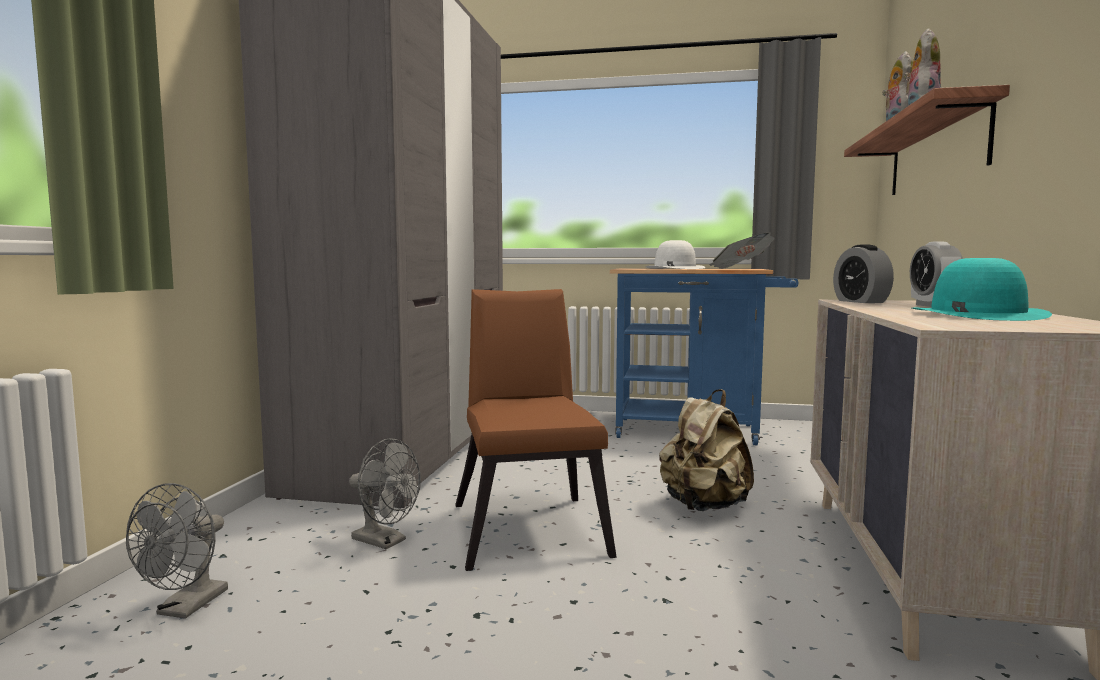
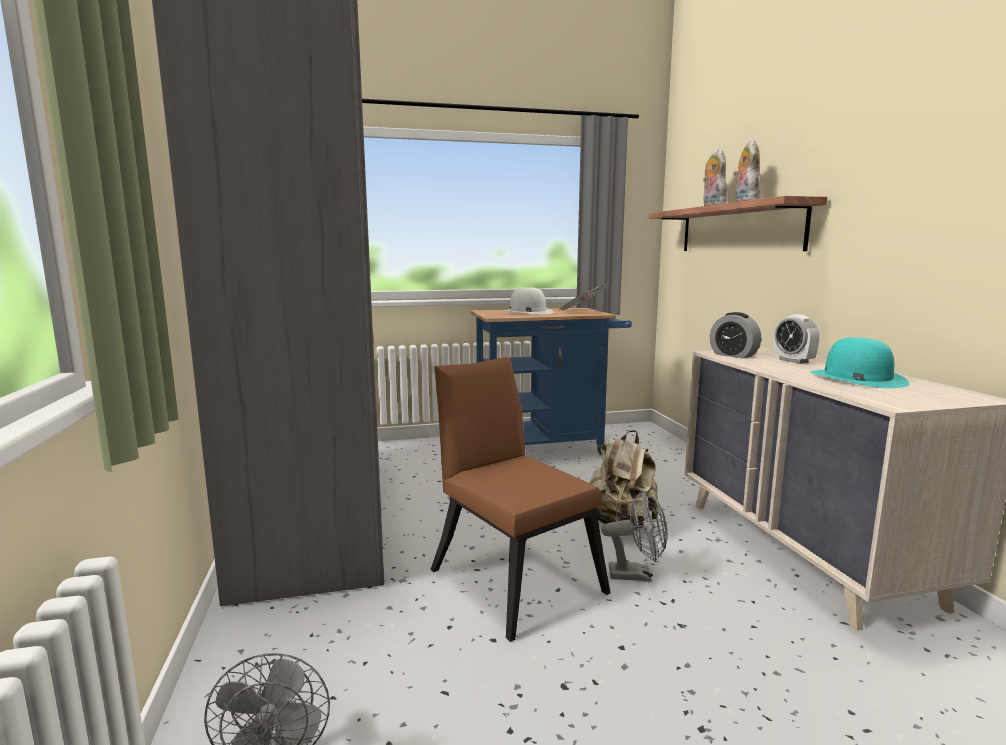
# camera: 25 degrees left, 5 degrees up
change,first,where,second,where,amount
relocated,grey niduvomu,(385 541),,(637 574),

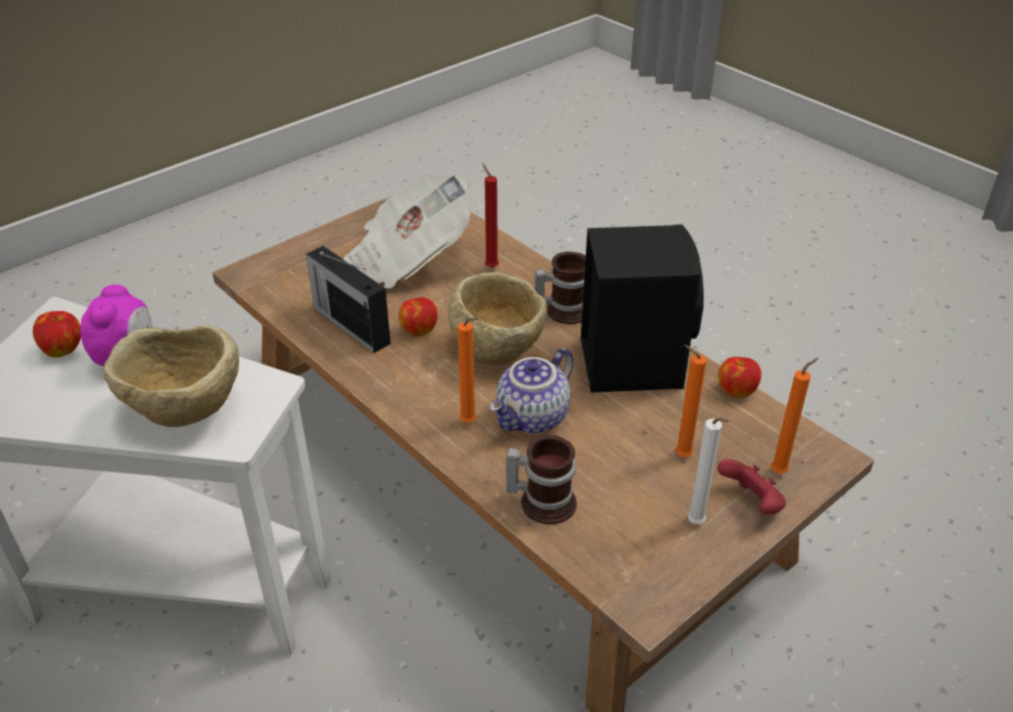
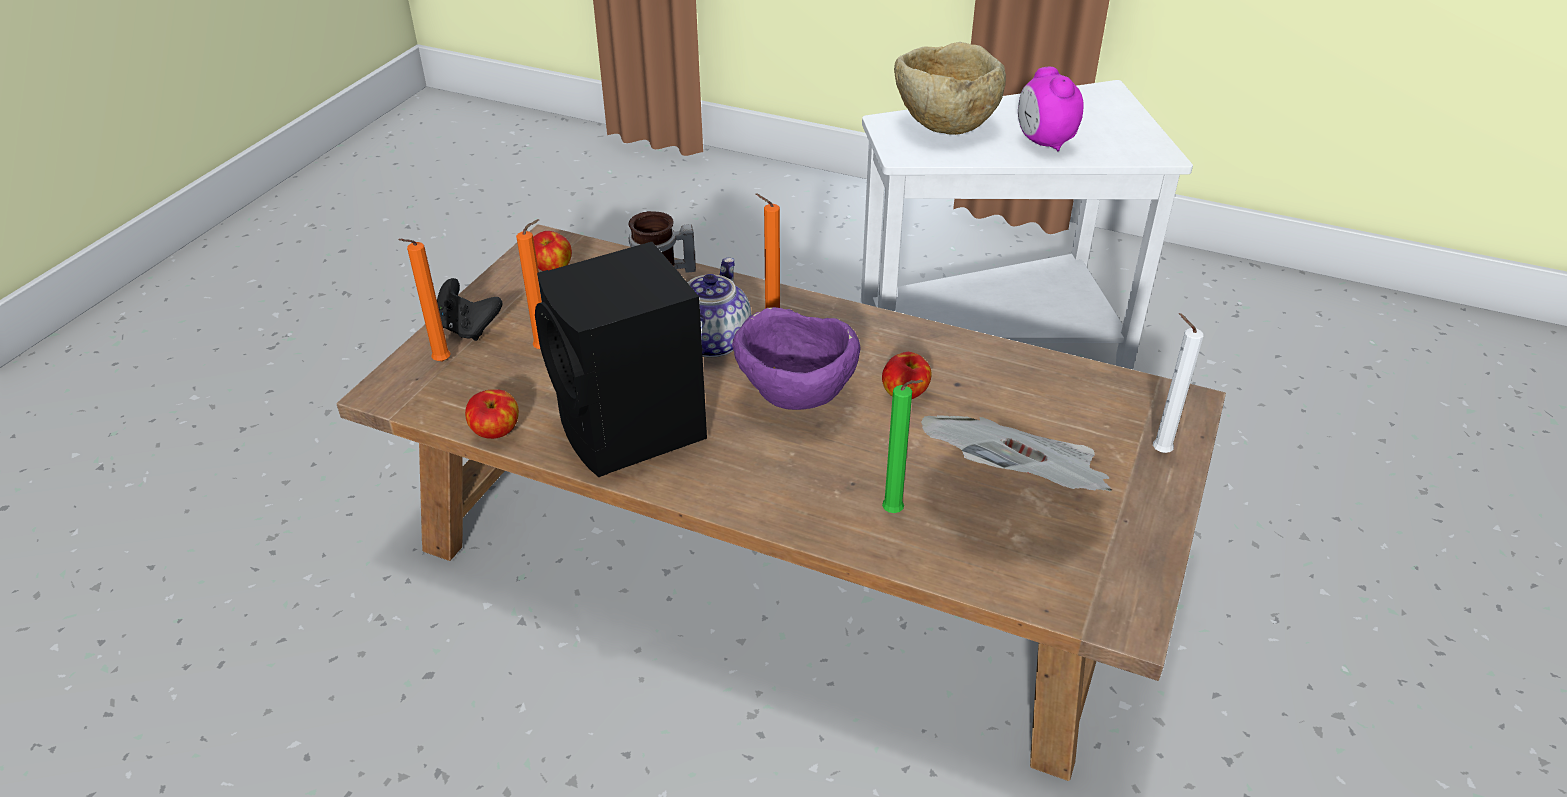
# camera: 155 degrees right, 0 degrees up
change,first,where,second,where,amount
relocated,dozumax,(64 350),,(552 269),
missing,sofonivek,(350 324),,,
colour,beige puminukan,(499 350),purple puminukan,(795 399),
colour,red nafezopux,(490 266),green nafezopux,(896 513),
missing,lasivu,(563 310),,,
relocated,white nafezopux,(698 524),,(1157 451),
colour,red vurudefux,(751 503),black vurudefux,(468 329),

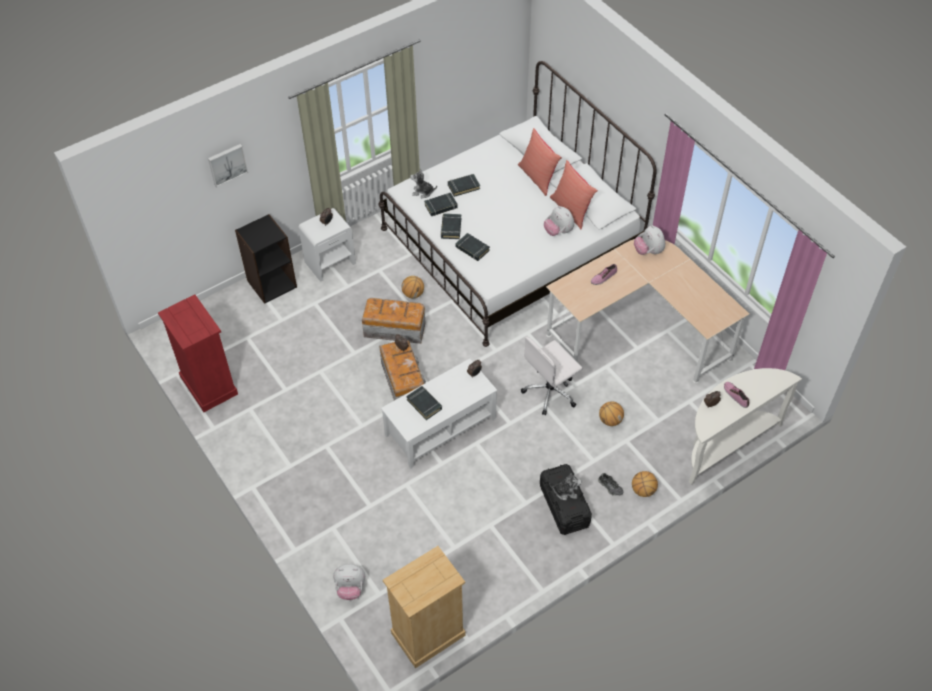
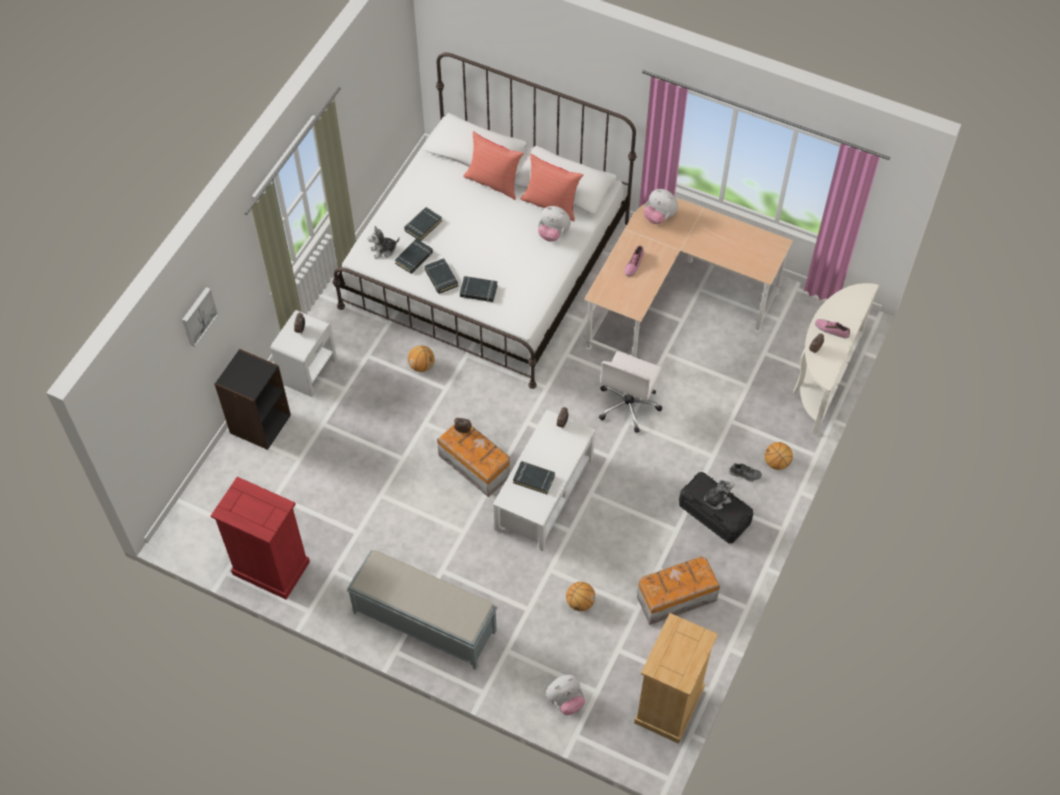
# camera: 30 degrees left, 5 degrees up
change,first,where,second,where,amount
relocated,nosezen,(394 329),,(674 597),
relocated,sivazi,(610 420),,(580 602),
appeared,,,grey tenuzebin,(423 621),

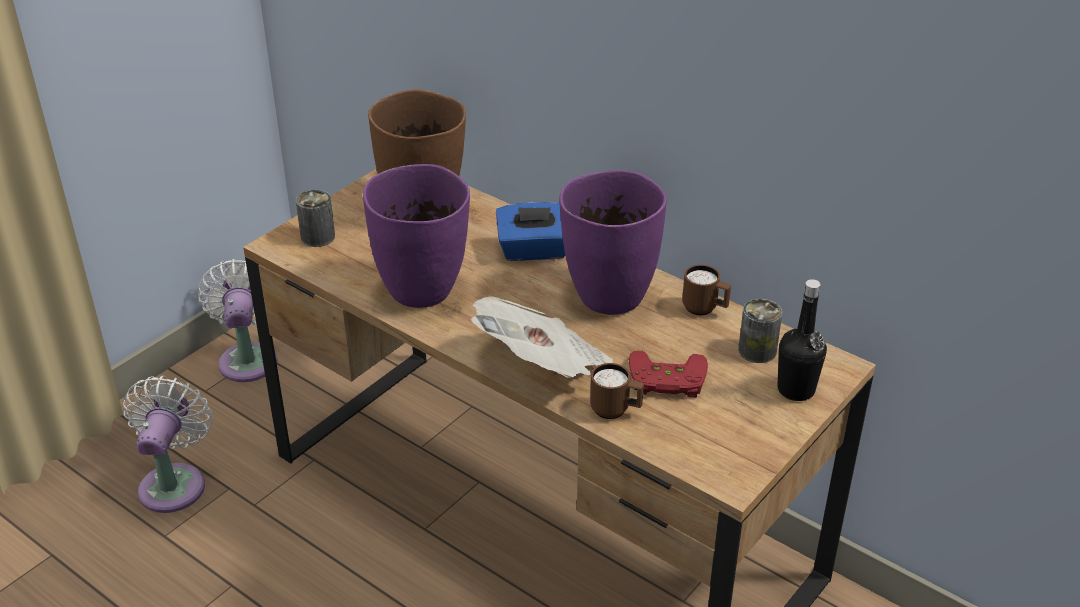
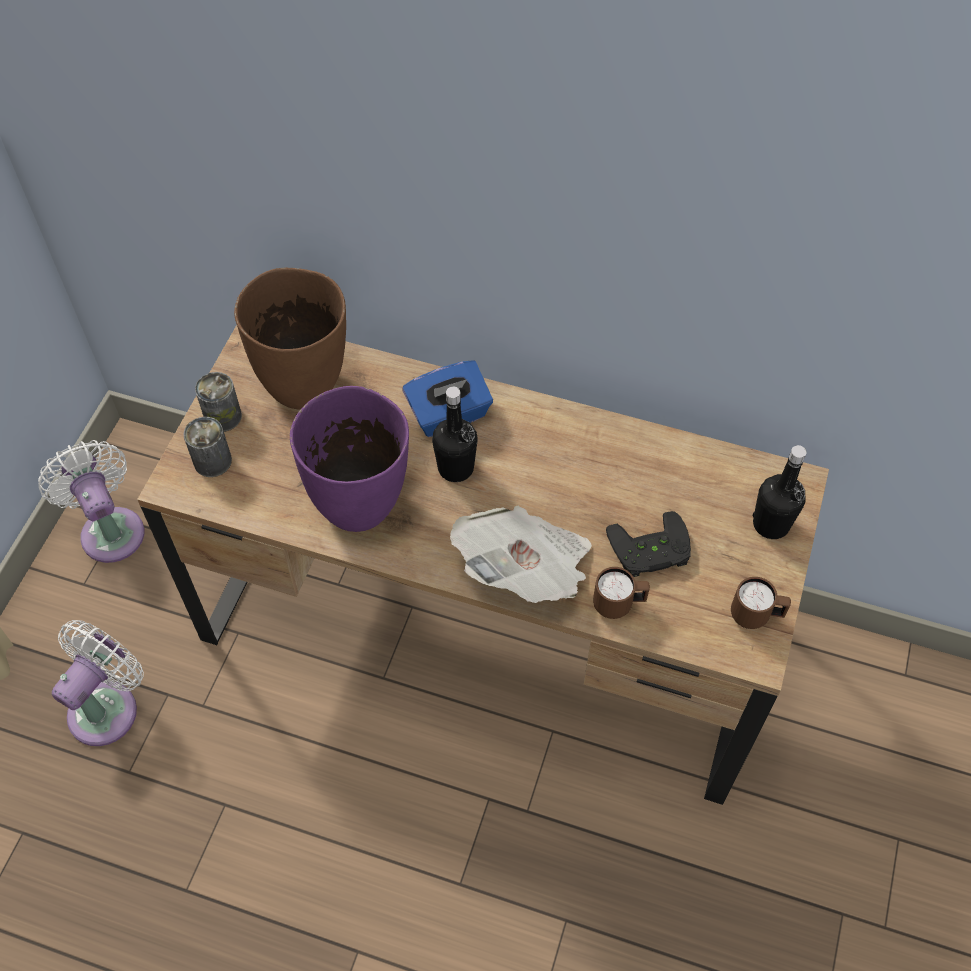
# camera: 20 degrees left, 20 degrees up
change,first,where,second,where,amount
spun,white niduvomu,(174 483),,(108 706),45 degrees clockwise
missing,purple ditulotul,(608 296),,,
colour,red vurudefux,(666 382),black vurudefux,(650 552),
relocated,brown lasivu,(704 309),,(755 616),
relocated,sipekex,(757 350),,(223 416),
appeared,,,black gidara,(455 468),

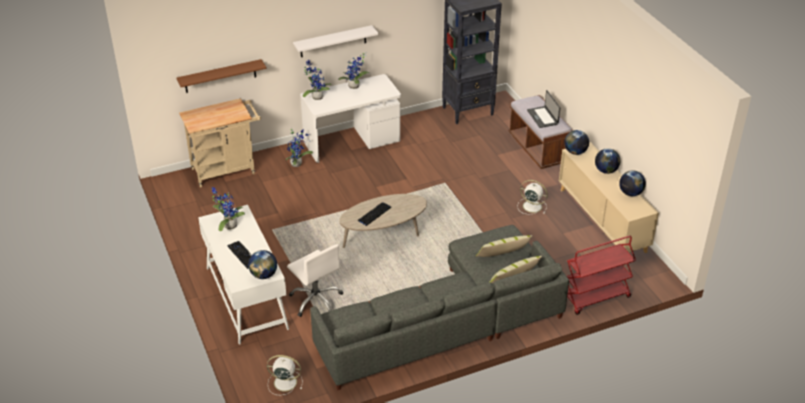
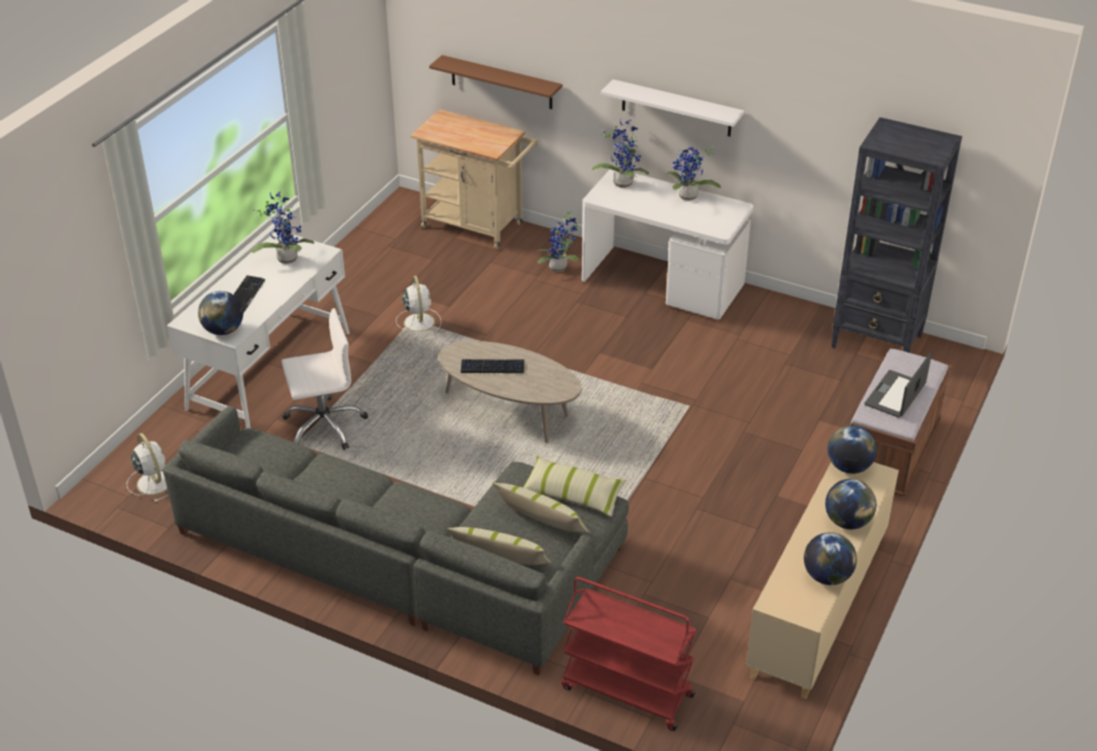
# camera: 50 degrees right, 0 degrees up
change,first,where,second,where,amount
spun,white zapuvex,(316 300),,(324 425),120 degrees counterclockwise
relocated,white niduvomu,(531 206),,(419 321),
appeared,,,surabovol,(573 494),

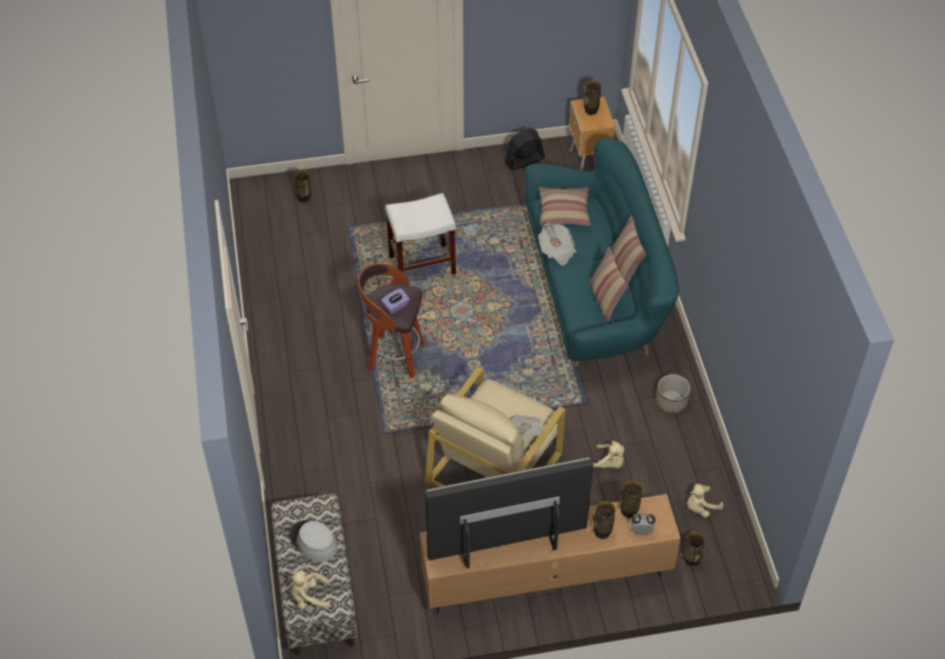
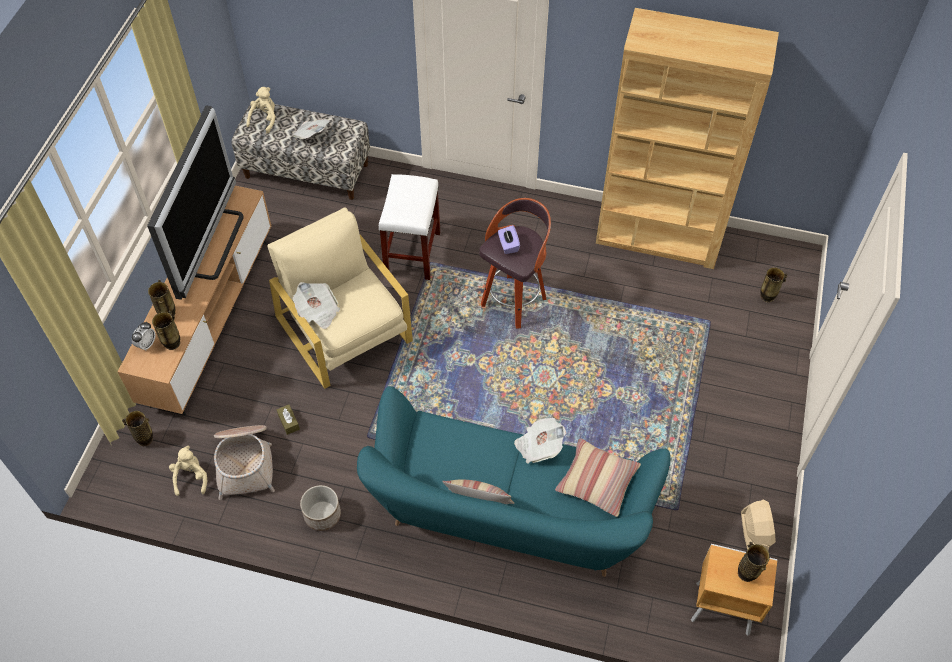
# camera: 115 degrees right, 5 degrees up
change,first,where,second,where,amount
exchanged,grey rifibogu,(313 541),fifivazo,(311 135),
relocated,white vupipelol,(422 264),,(412 254),
colour,black niduvomu,(524 160),beige niduvomu,(753 535),
missing,surabovol,(605 301),,,
exchanged,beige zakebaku,(608 463),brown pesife,(288 422),
appeared,,,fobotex,(245 462),
appeared,,,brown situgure,(658 237),

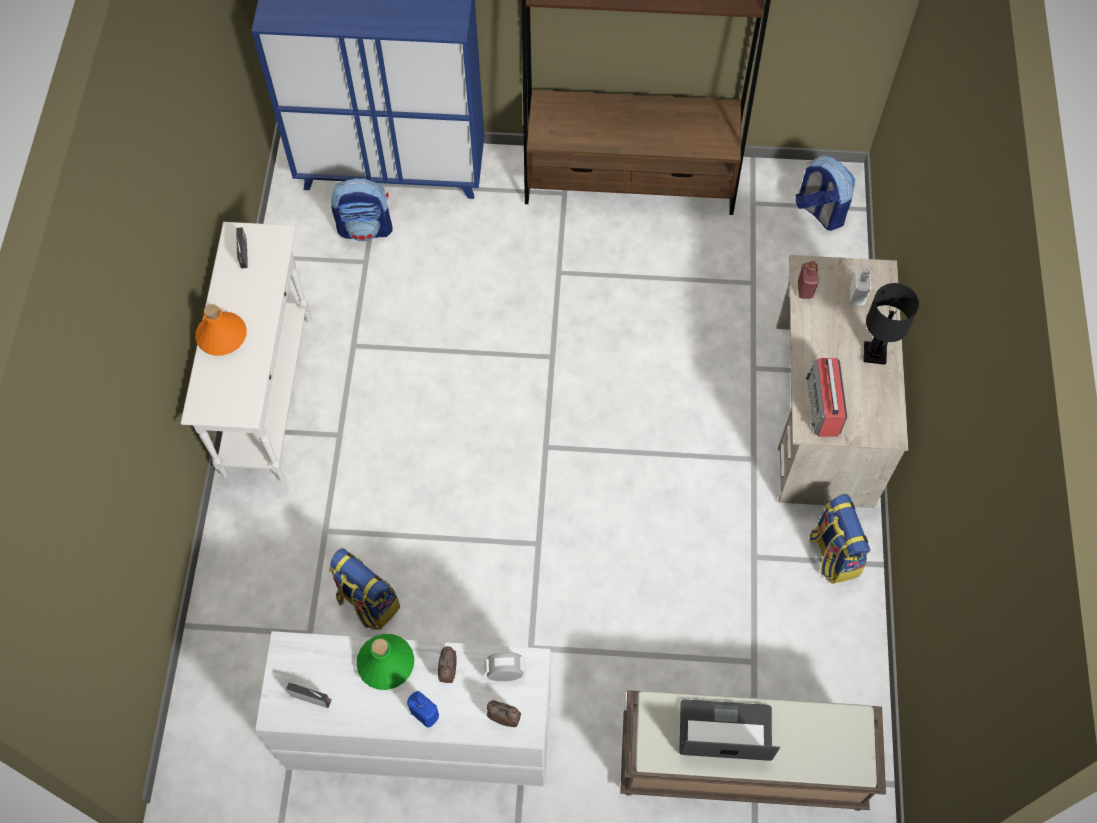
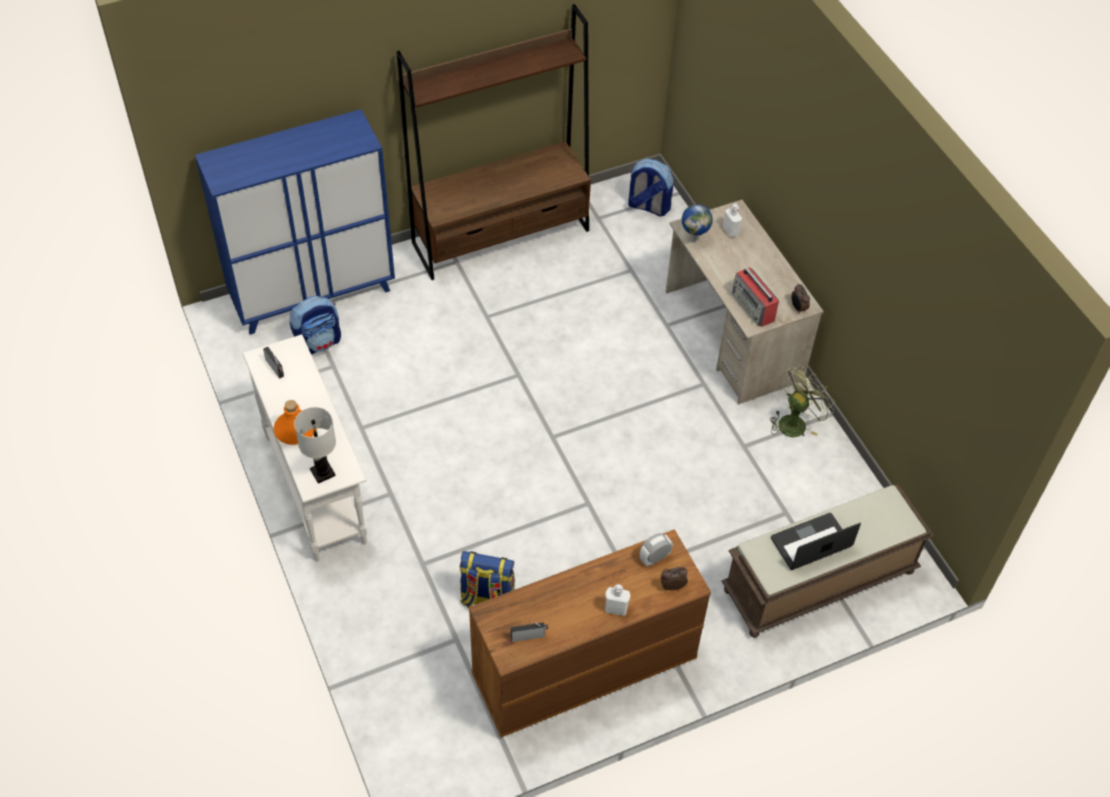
# camera: 30 degrees left, 10 degrees down
change,first,where,second,where,amount
colour,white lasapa,(419 734),brown lasapa,(583 668),
missing,green gidara,(386 663),,,
colour,blue gidara,(425 714),white gidara,(616 609),
relocated,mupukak,(448 671),,(798 308),
exchanged,red gidara,(805 289),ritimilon,(694 240),
exchanged,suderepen,(833 554),green niduvomu,(795 422),
missing,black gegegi,(874 354),,,
appeared,,,white gegegi,(323 473),

